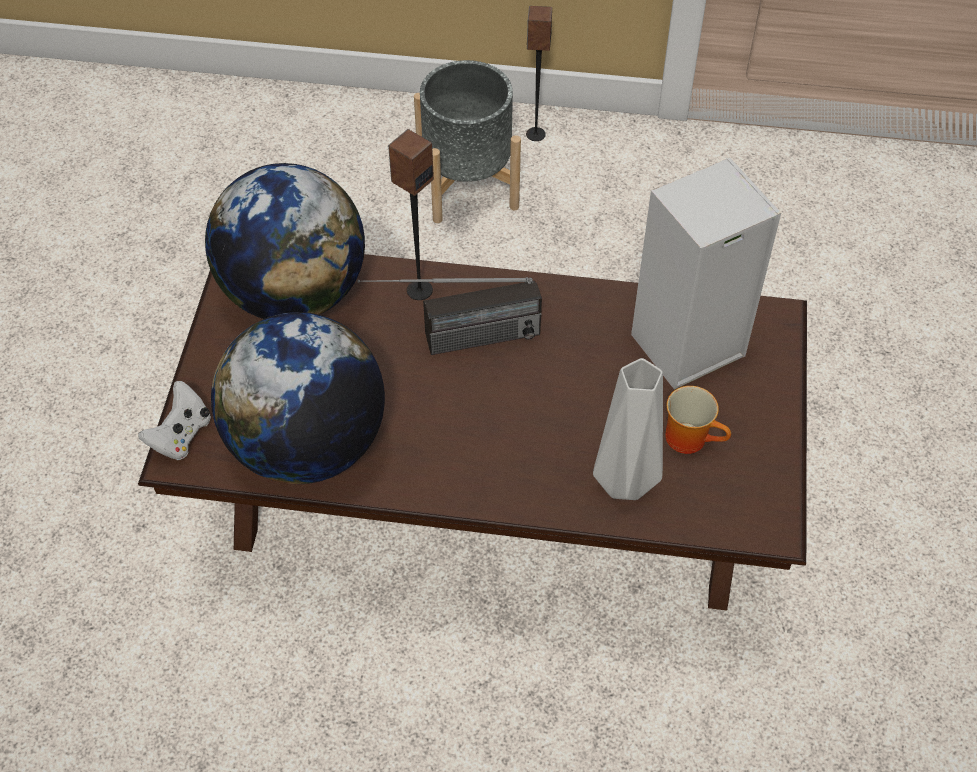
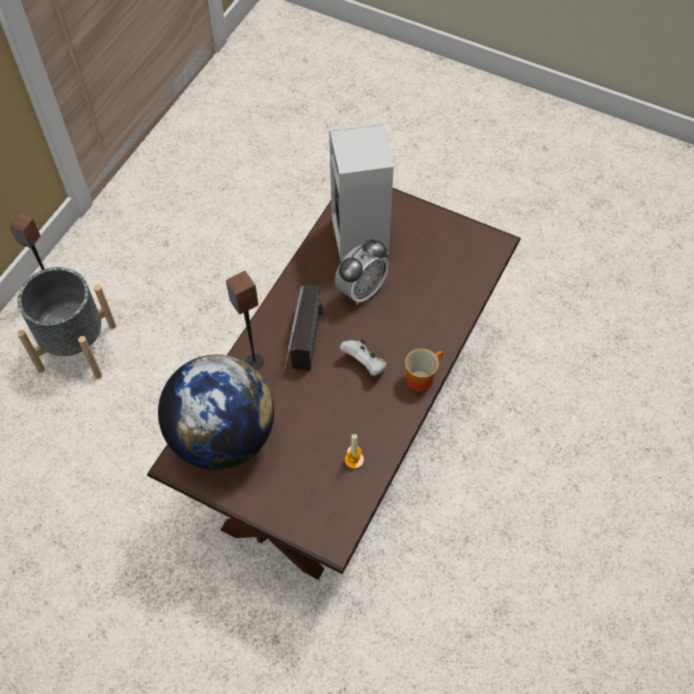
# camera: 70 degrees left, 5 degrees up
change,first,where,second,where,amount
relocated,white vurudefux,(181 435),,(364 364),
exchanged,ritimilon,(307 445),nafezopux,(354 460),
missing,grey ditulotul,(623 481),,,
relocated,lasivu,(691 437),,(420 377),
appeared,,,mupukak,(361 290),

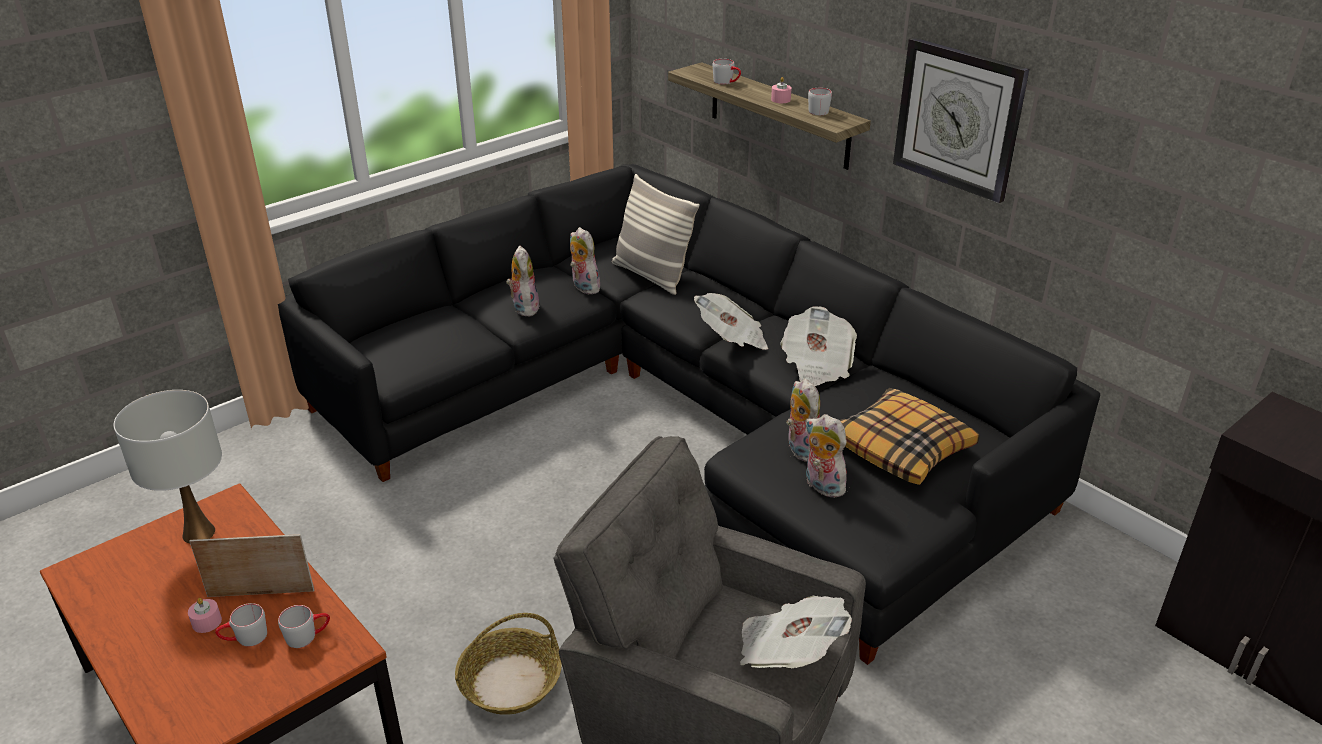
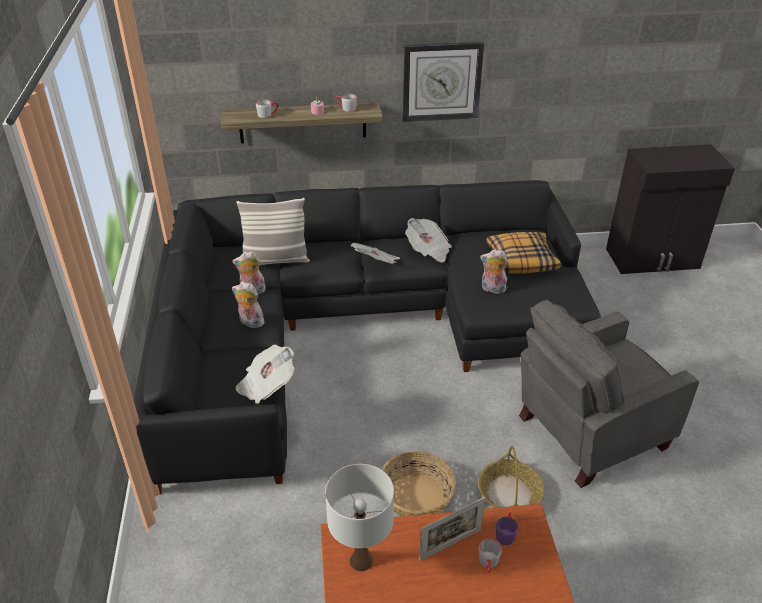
# camera: 55 degrees left, 5 degrees up
change,first,where,second,where,amount
missing,pink nafezopux,(207 622),,,
spun,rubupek,(261 593),,(450 544),150 degrees counterclockwise
colour,grey lasivu,(308 635),purple lasivu,(505 533),
relocated,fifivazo,(788 651),,(266 385),
missing,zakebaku,(821 486),,,
appeared,,,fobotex,(416 498),

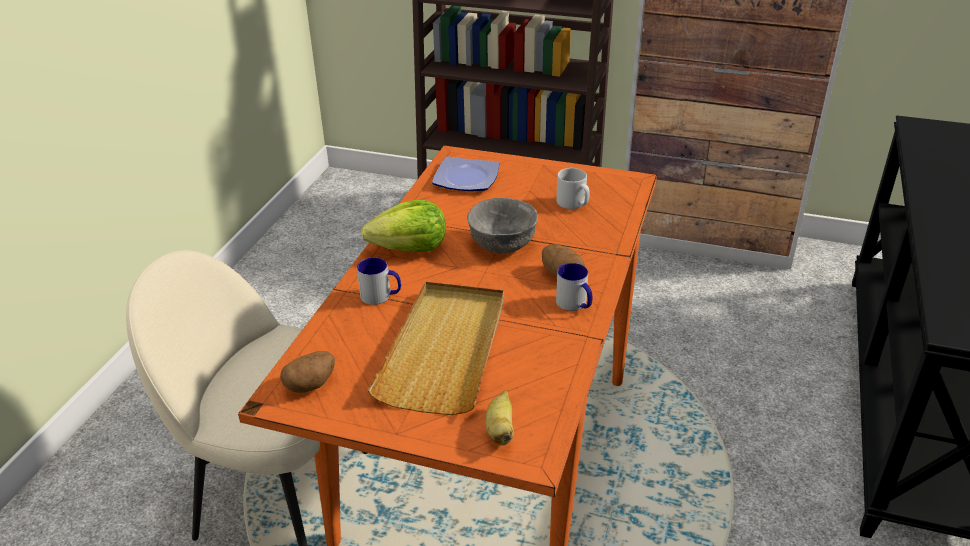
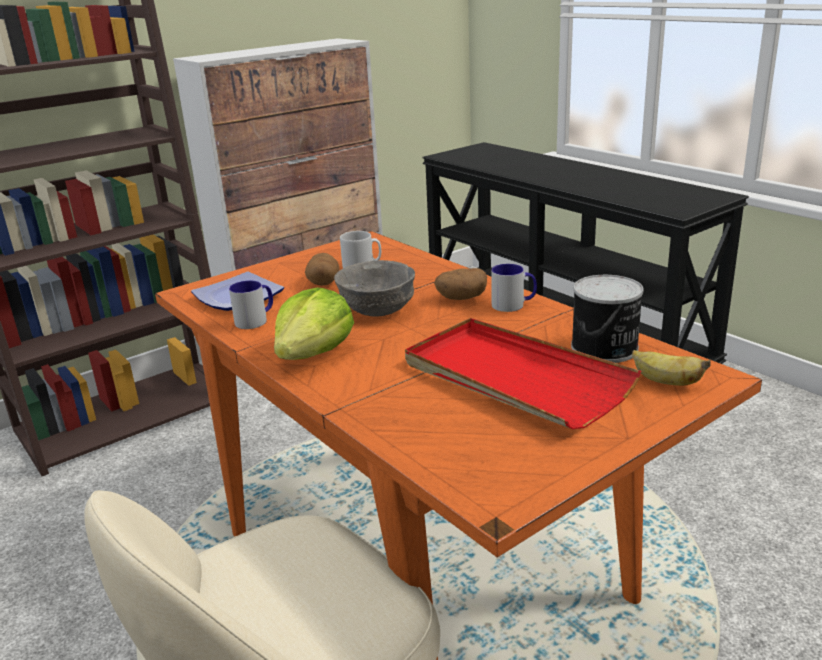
# camera: 55 degrees left, 10 degrees down
change,first,where,second,where,amount
relocated,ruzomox,(311 384),,(323 282),
relocated,lasivu,(381 296),,(256 320),
colour,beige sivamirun,(445 349),red sivamirun,(514 378),
appeared,,,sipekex,(605 348),

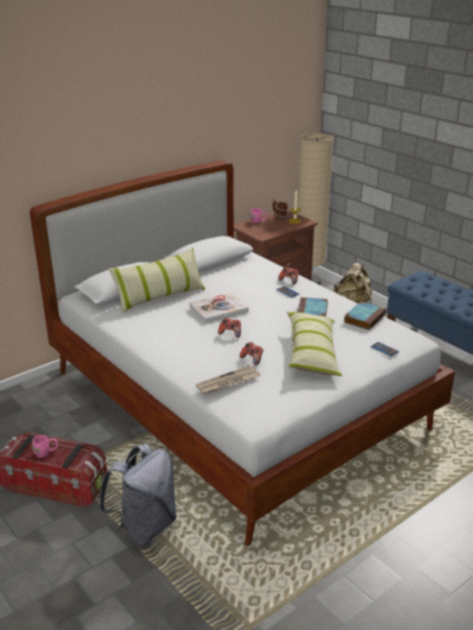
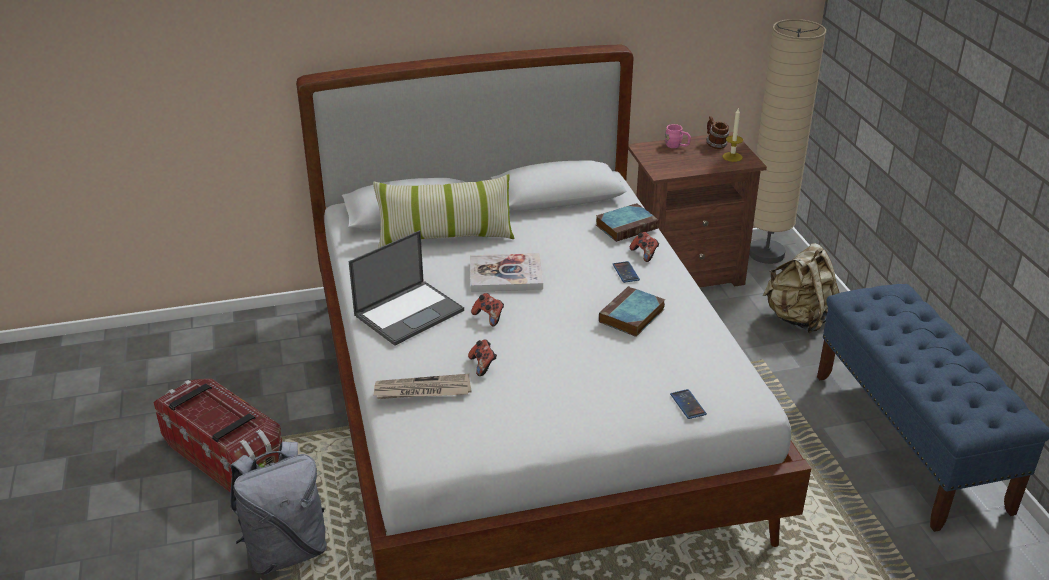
# camera: 25 degrees right, 5 degrees up
change,first,where,second,where,amount
missing,pink lasivu,(46 453),,,
missing,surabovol,(312 353),,,
relocated,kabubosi,(364 318),,(627 226),
appeared,,,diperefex,(409 312),

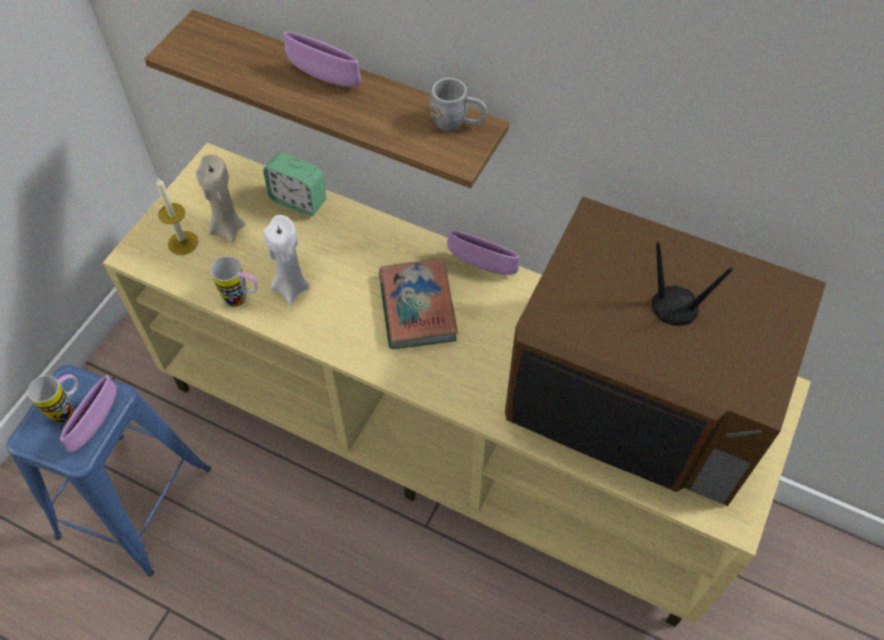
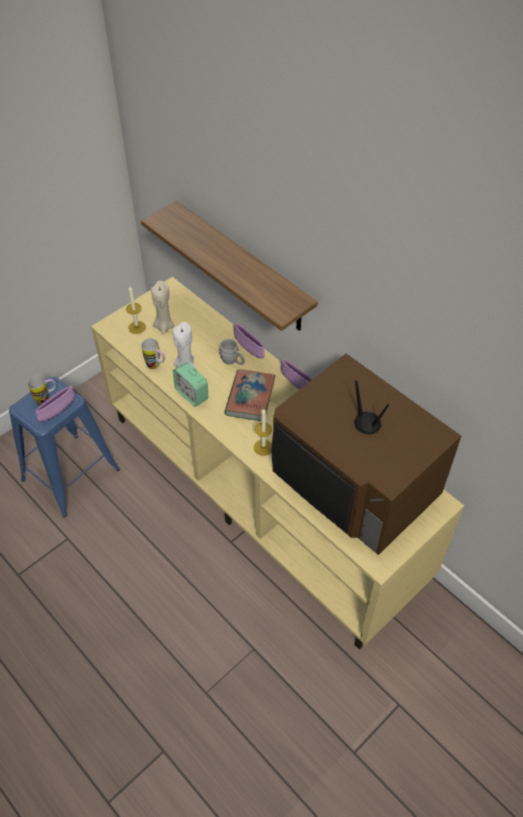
# camera: 20 degrees right, 5 degrees down
change,first,where,second,where,amount
relocated,mupukak,(298 201),,(192 394),
relocated,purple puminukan,(324 77),,(249 349),
relocated,grey lasivu,(457 123),,(232 361),
appeared,,,nafezopux,(263 447),

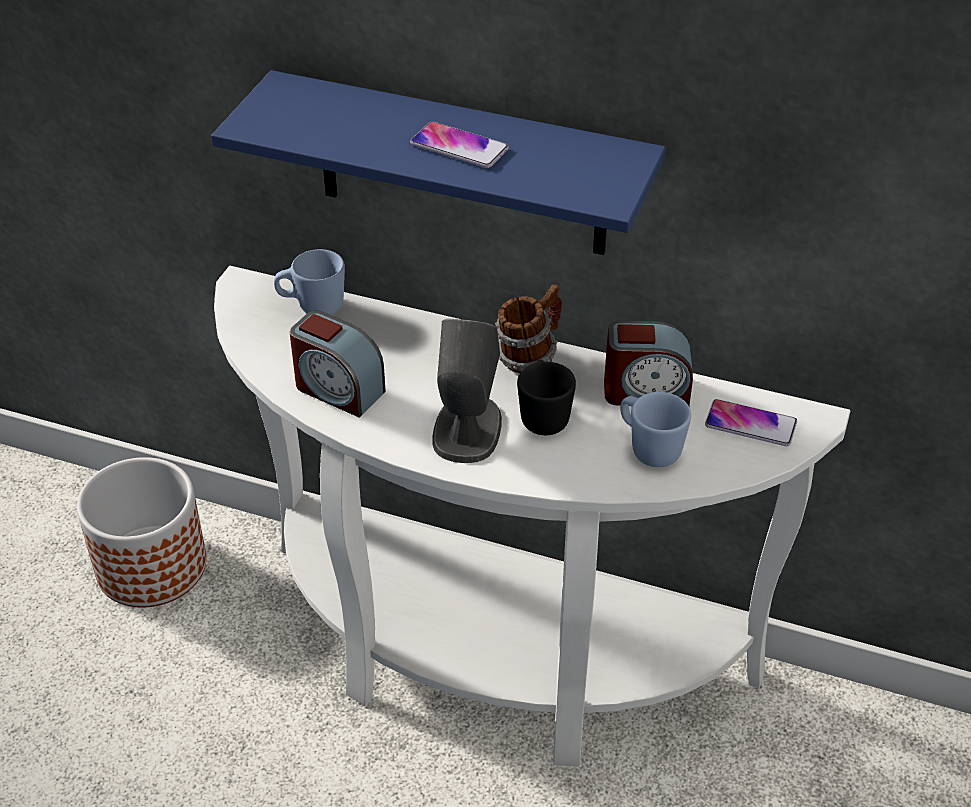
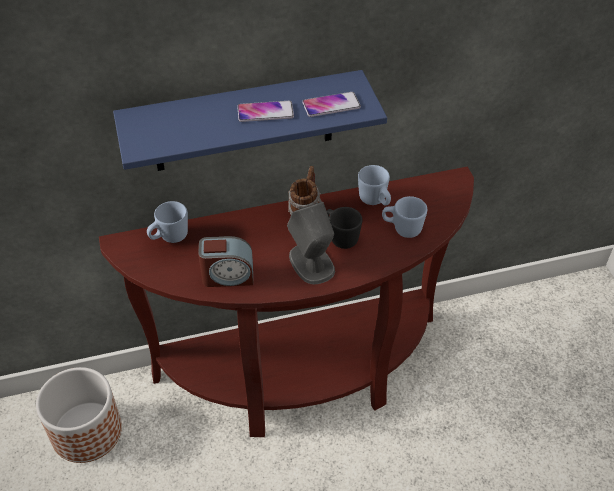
# camera: 35 degrees left, 5 degrees up
change,first,where,second,where,amount
colour,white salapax,(490 657),brown salapax,(304 376),
exchanged,mupukak,(646 391),blue lasivu,(375 201),
relocated,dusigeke,(750 424),,(331 105),

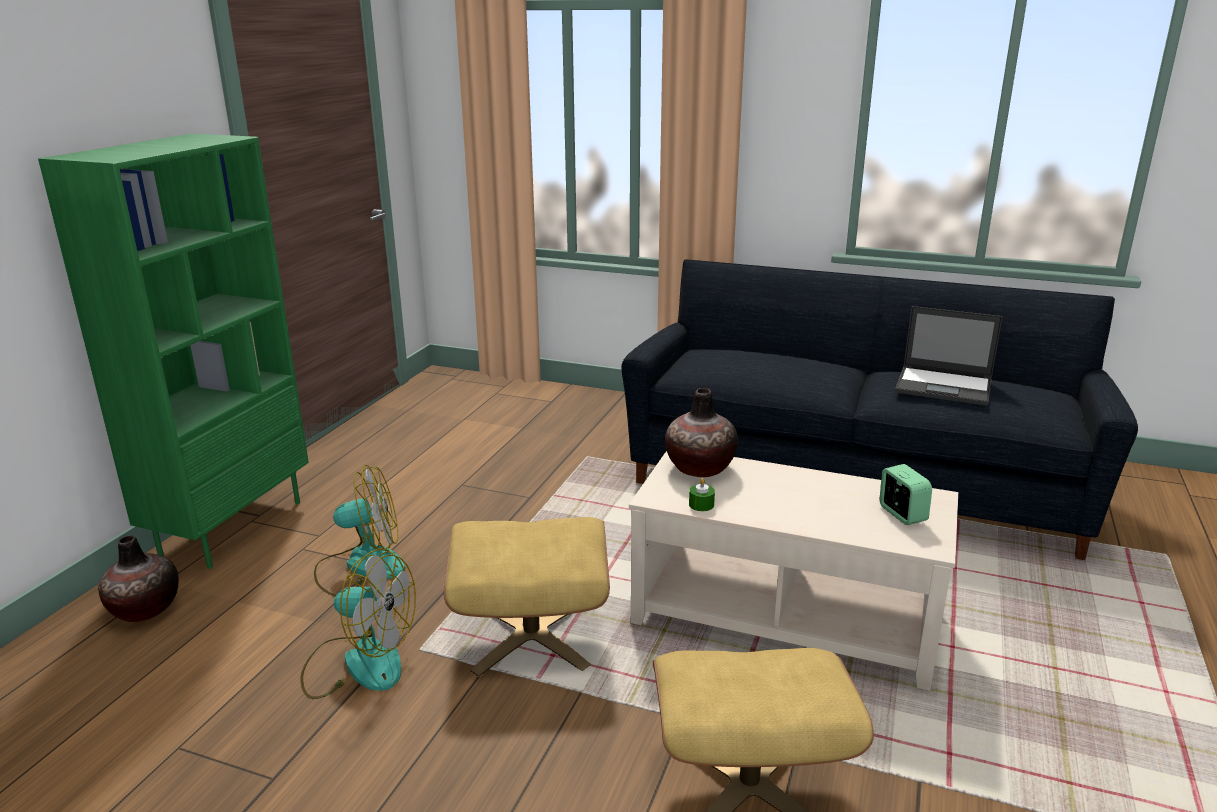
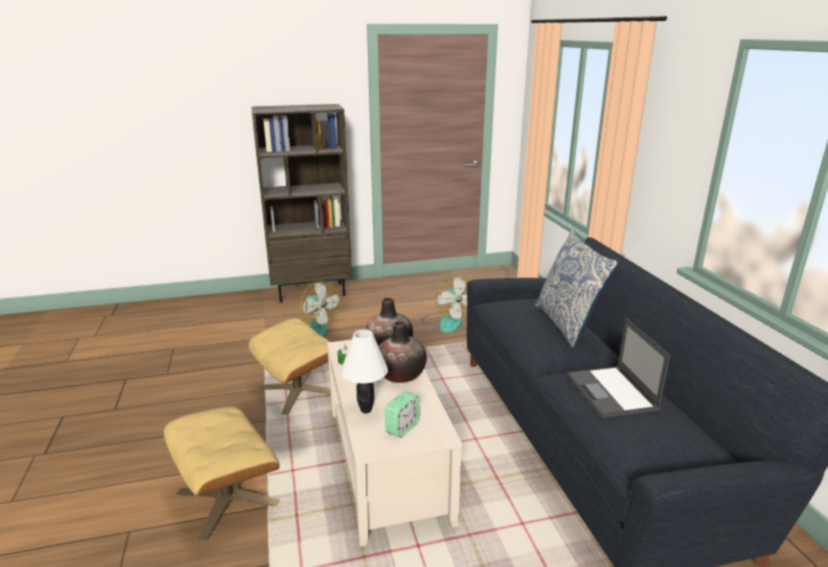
# camera: 55 degrees right, 0 degrees up
change,first,where,second,where,amount
colour,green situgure,(231 527),brown situgure,(312 292),
relocated,ditulotul,(145 609),,(400 375),
relocated,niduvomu,(359 662),,(447 321),
appeared,,,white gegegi,(366 410),
appeared,,,surabovol,(567 324),

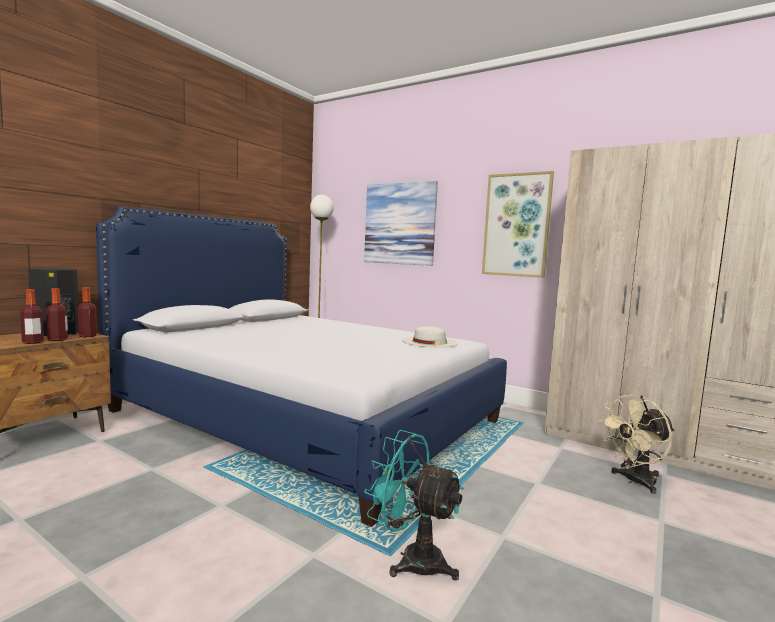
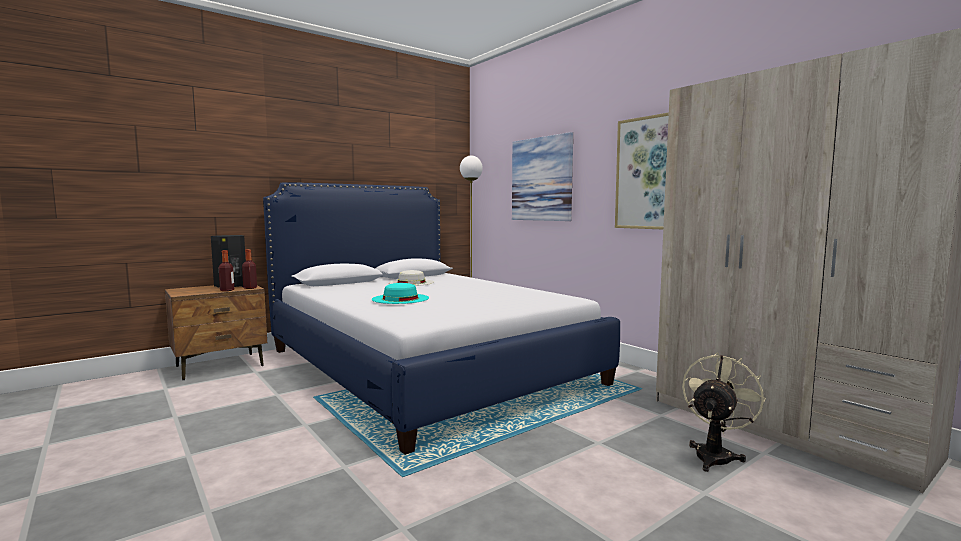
# camera: 20 degrees right, 0 degrees up
change,first,where,second,where,amount
missing,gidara,(33 342),,,
missing,turquoise niduvomu,(411 559),,,
relocated,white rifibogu,(429 342),,(411 282),
spun,beige niduvomu,(634 481),,(715 455),135 degrees clockwise
appeared,,,turquoise rifibogu,(400 298),

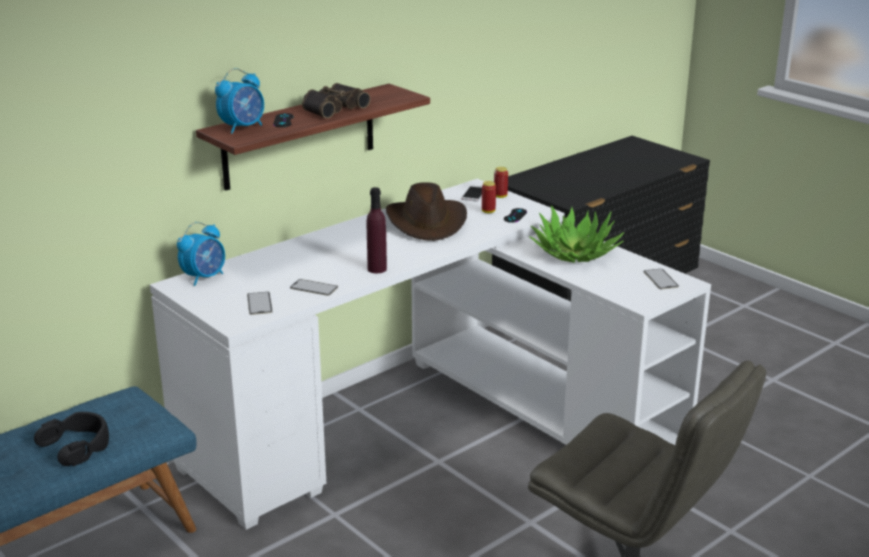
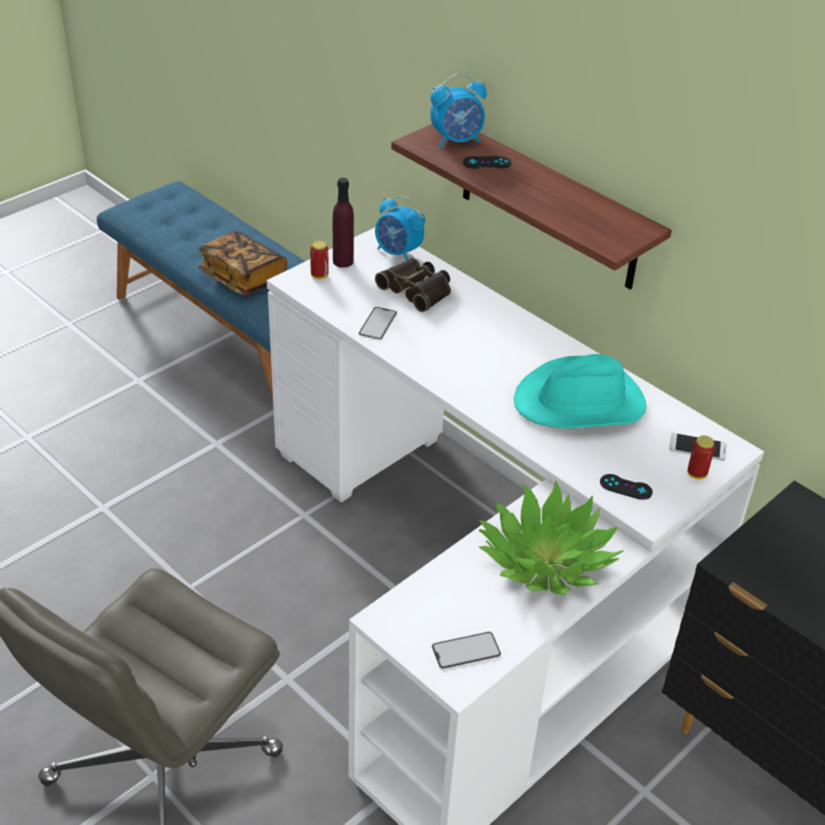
# camera: 85 degrees right, 15 degrees up
change,first,where,second,where,amount
exchanged,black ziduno,(77 446),kabubosi,(243 278),
spun,mupukak,(243 127),,(457 141),60 degrees counterclockwise
missing,dusigeke,(259 303),,,
relocated,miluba,(332 108),,(417 290),
relocated,purple gidara,(377 269),,(343 261),
colour,brown rifibogu,(427 222),turquoise rifibogu,(580 403),
relocated,sipekex,(488 211),,(319 276),

